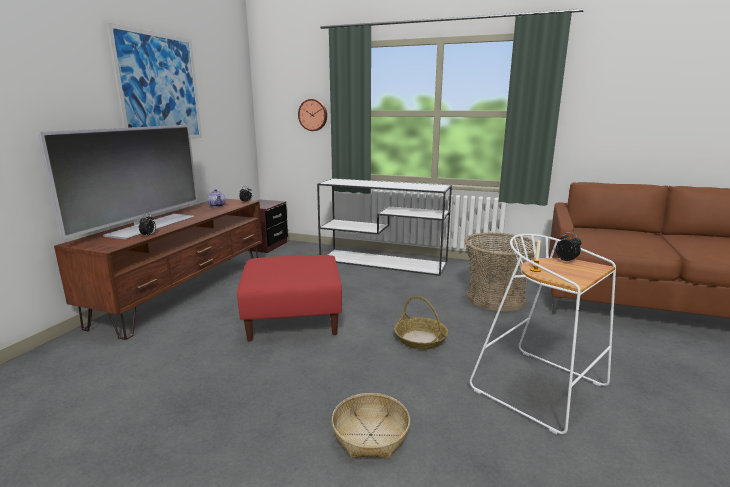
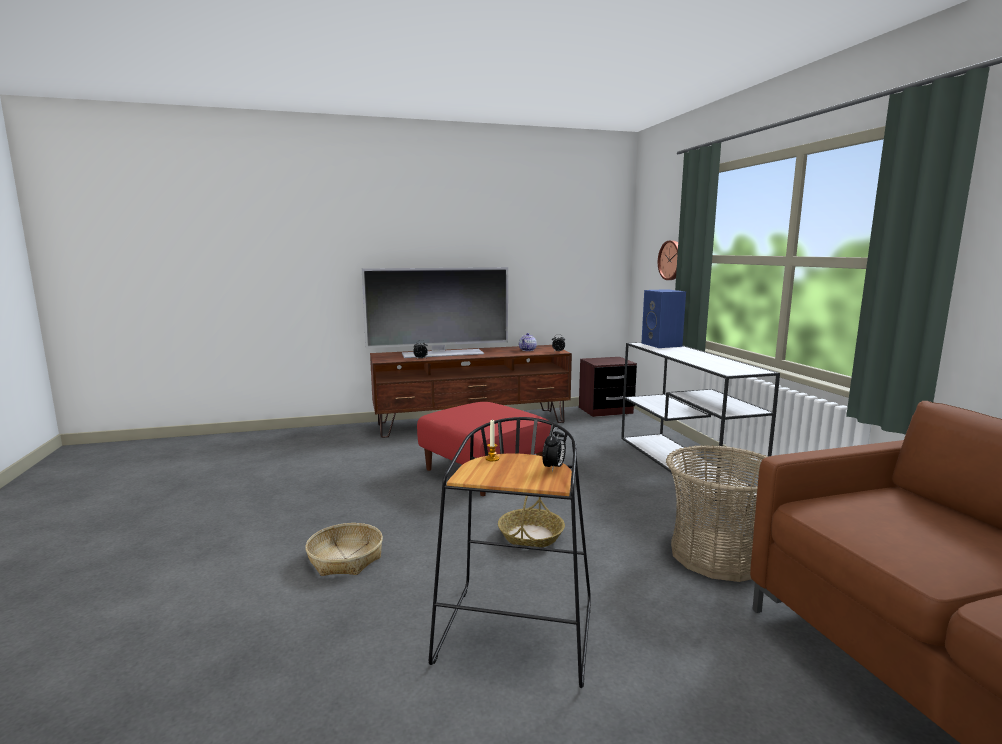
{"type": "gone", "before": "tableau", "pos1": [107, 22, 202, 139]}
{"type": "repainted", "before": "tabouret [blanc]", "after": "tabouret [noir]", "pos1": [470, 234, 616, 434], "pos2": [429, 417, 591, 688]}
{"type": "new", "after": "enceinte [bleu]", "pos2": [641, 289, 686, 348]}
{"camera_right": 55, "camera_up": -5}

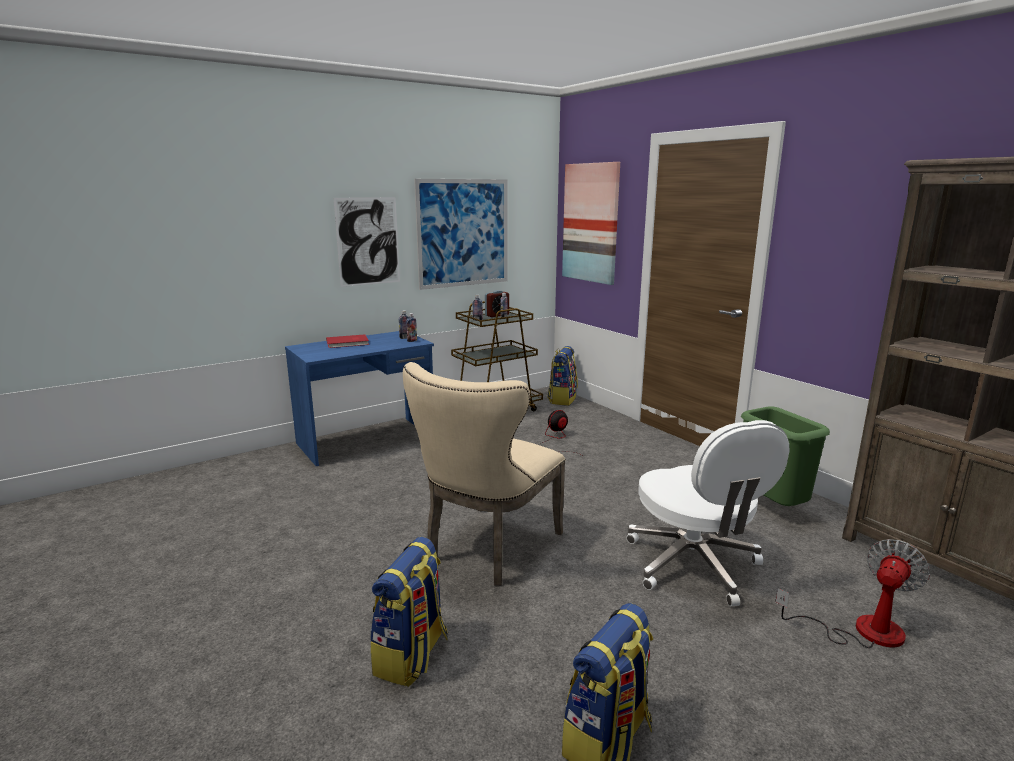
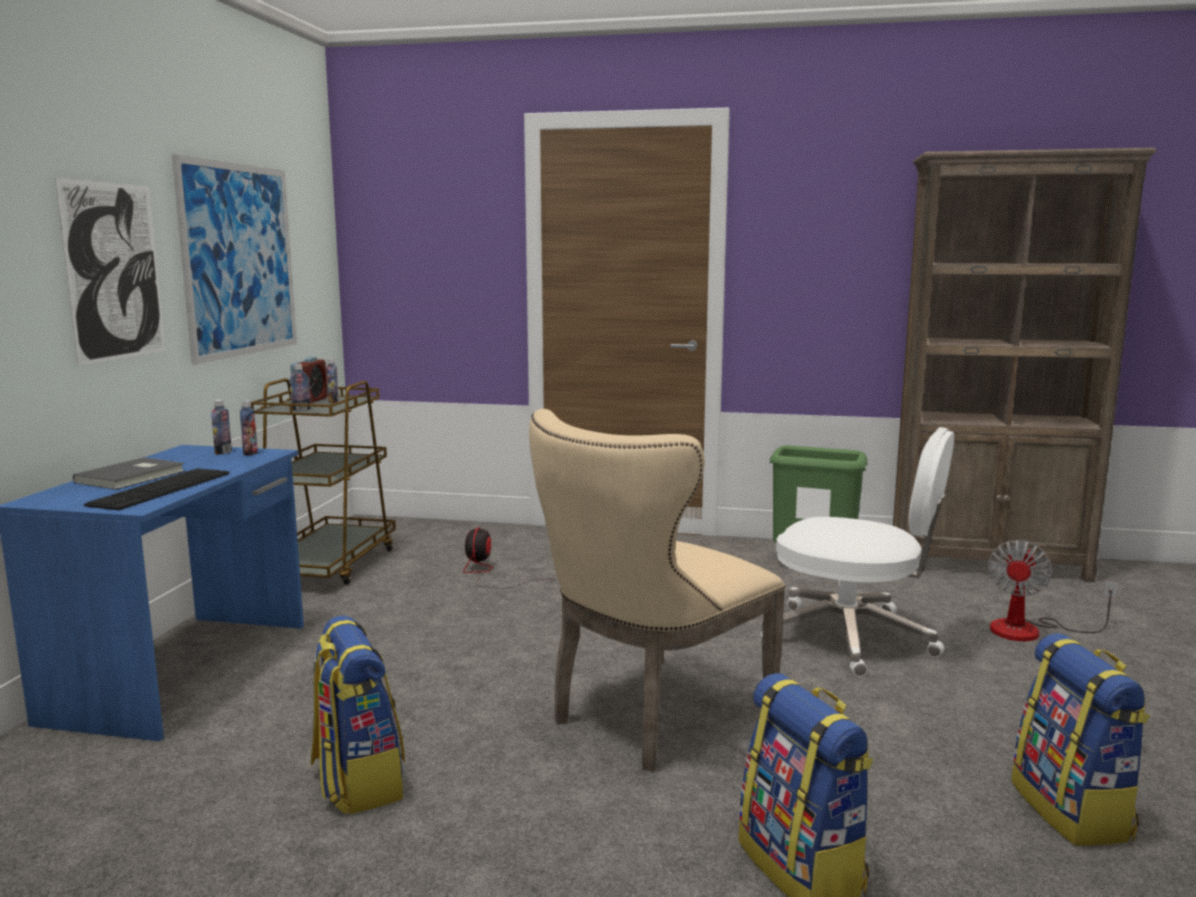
{"type": "gone", "before": "tableau", "pos1": [562, 162, 620, 285]}
{"type": "repainted", "before": "livre [rouge]", "after": "livre [gris]", "pos1": [326, 334, 369, 348], "pos2": [73, 457, 185, 490]}
{"type": "shifted", "before": "sac à dos", "pos1": [547, 346, 578, 406], "pos2": [311, 615, 405, 815]}
{"type": "rotated", "before": "chaise [beige]", "pos1": [403, 362, 566, 586], "pos2": [529, 409, 786, 772], "turn": 60}
{"type": "rotated", "before": "ventilateur", "pos1": [776, 539, 930, 648], "pos2": [988, 540, 1119, 641], "turn": -150}
{"type": "new", "after": "clavier", "pos2": [84, 468, 229, 510]}
{"camera_right": -45, "camera_up": -5}

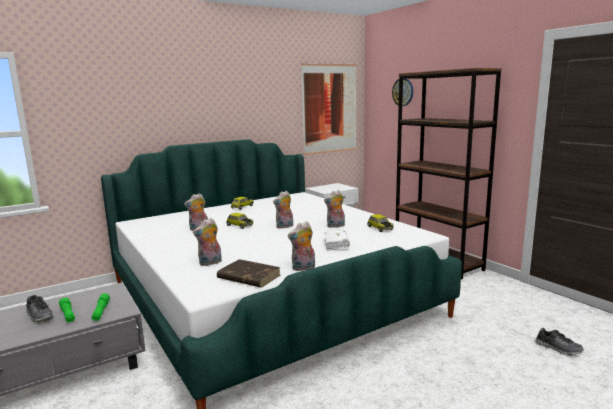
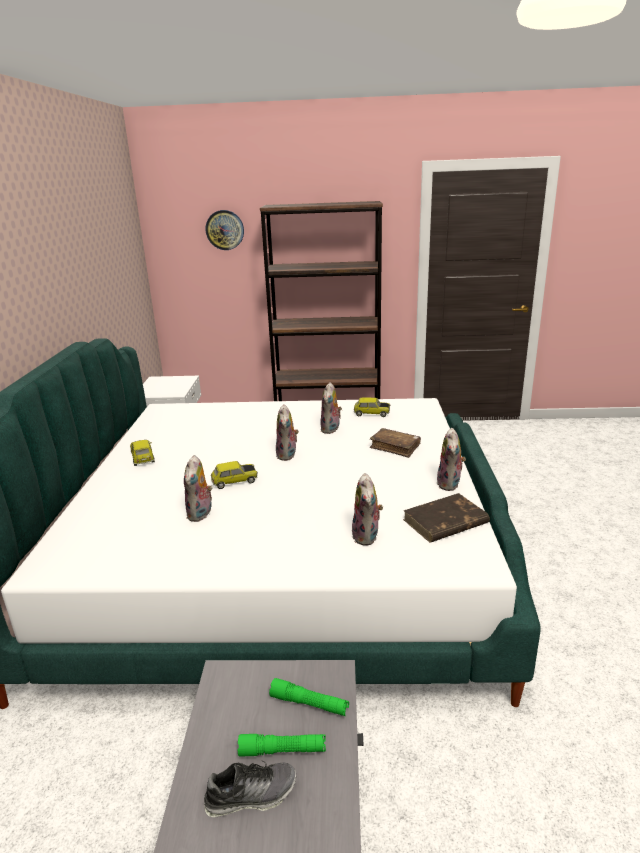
{"type": "gone", "before": "tableau", "pos1": [301, 63, 356, 155]}
{"type": "repainted", "before": "livre [blanc]", "after": "livre [marron]", "pos1": [324, 230, 350, 251], "pos2": [370, 428, 421, 458]}
{"type": "gone", "before": "chaussure", "pos1": [535, 328, 584, 356]}
{"camera_right": -55, "camera_up": 10}

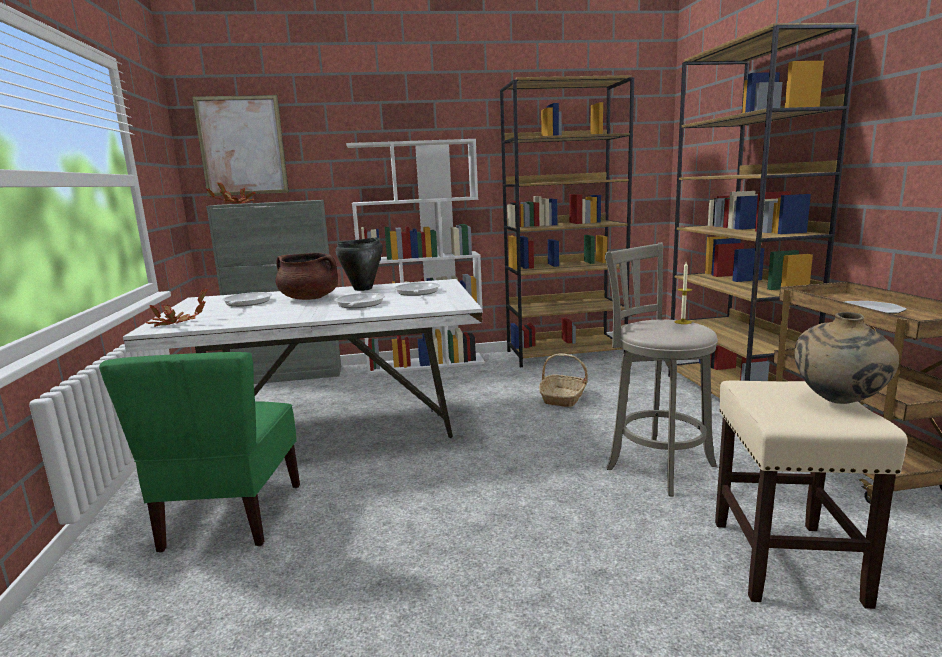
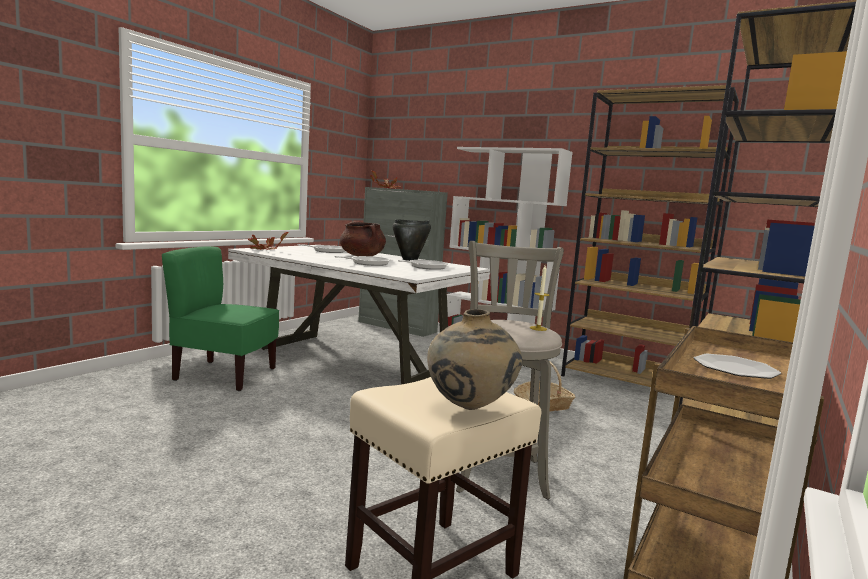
{"type": "gone", "before": "tableau", "pos1": [192, 95, 289, 196]}
{"type": "rotated", "before": "chaise [vert]", "pos1": [99, 352, 300, 553], "pos2": [162, 246, 279, 391], "turn": 60}
{"camera_right": 40, "camera_up": -5}

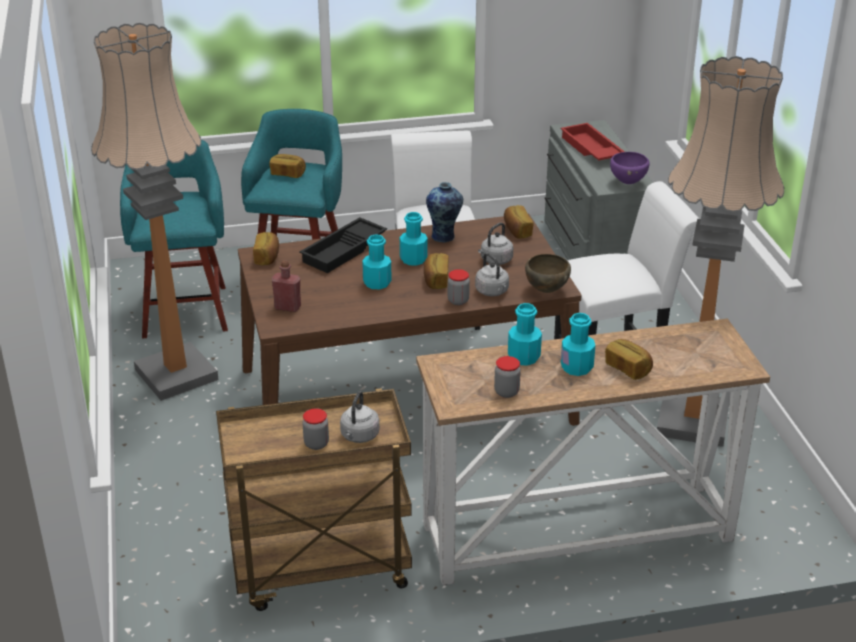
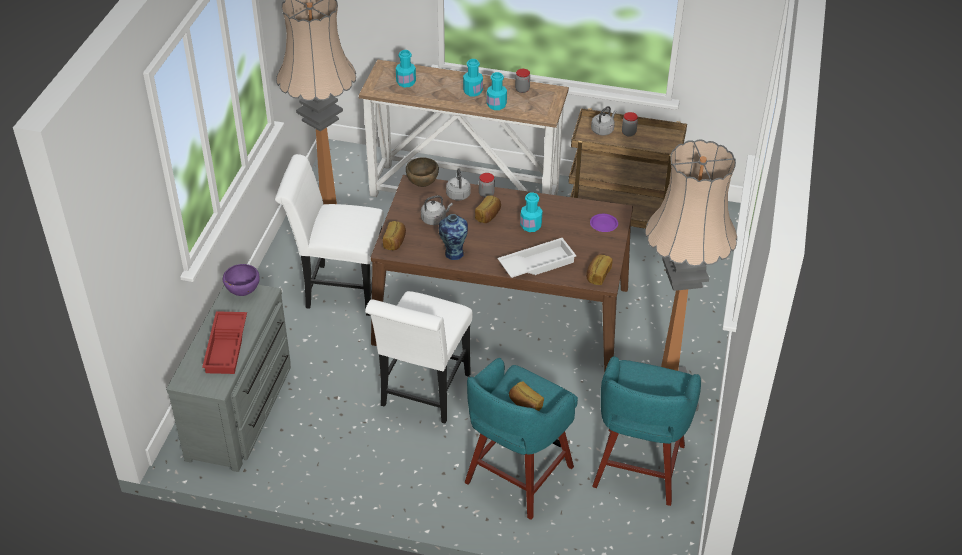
{"type": "shifted", "before": "bouteille [turquoise]", "pos1": [400, 212, 428, 266], "pos2": [396, 50, 416, 87]}
{"type": "repainted", "before": "plateau [noir]", "after": "plateau [blanc]", "pos1": [299, 217, 387, 273], "pos2": [497, 238, 576, 278]}
{"type": "swapped", "before": "bouteille [rouge]", "after": "assiette [violet]", "pos1": [272, 260, 301, 312], "pos2": [590, 214, 618, 232]}
{"type": "gone", "before": "pain", "pos1": [605, 339, 653, 380]}
{"camera_right": -155, "camera_up": 10}

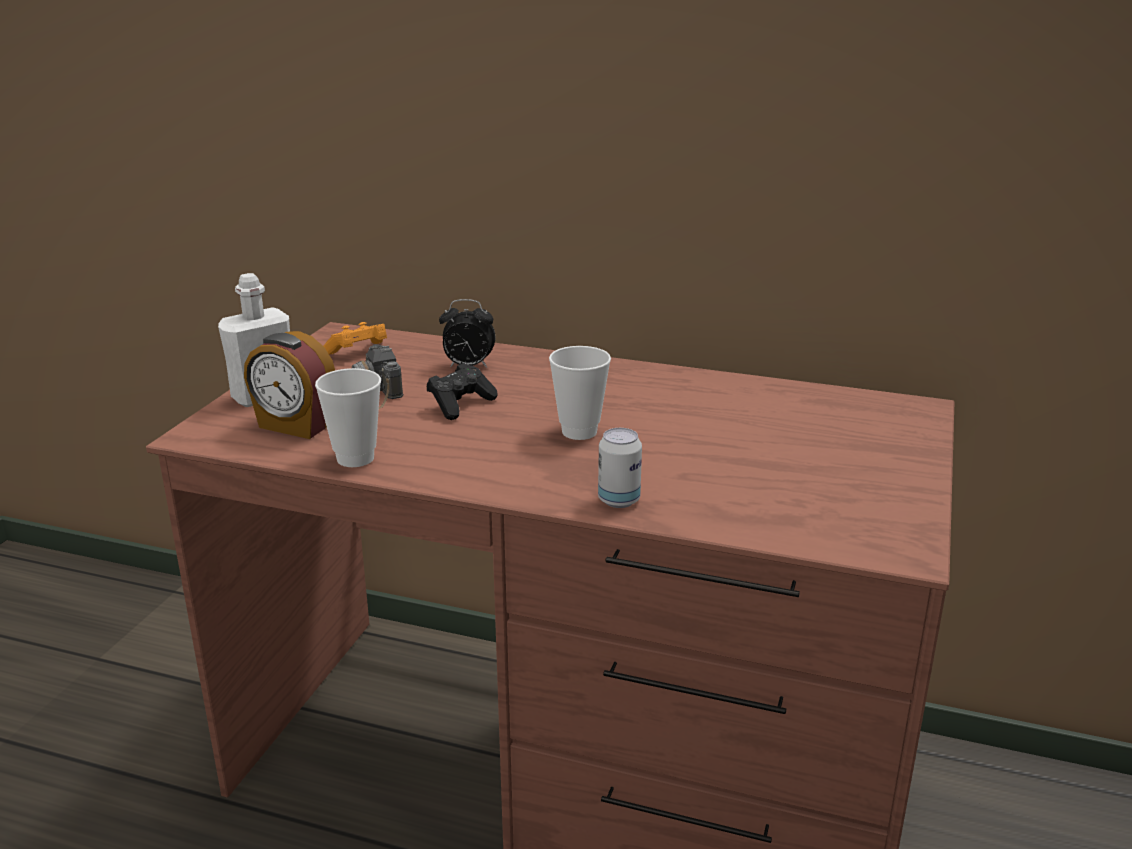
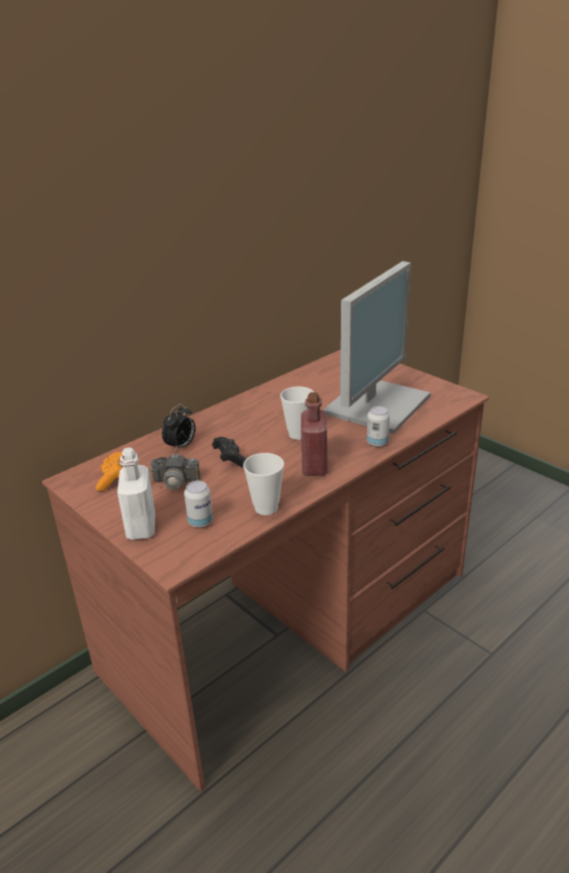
{"type": "swapped", "before": "réveil", "after": "boîte métallique", "pos1": [244, 331, 335, 439], "pos2": [184, 481, 213, 528]}
{"type": "new", "after": "écran d'ordinateur", "pos2": [323, 261, 431, 434]}
{"type": "new", "after": "bouteille [rouge]", "pos2": [301, 392, 327, 476]}
{"camera_right": -60, "camera_up": 5}

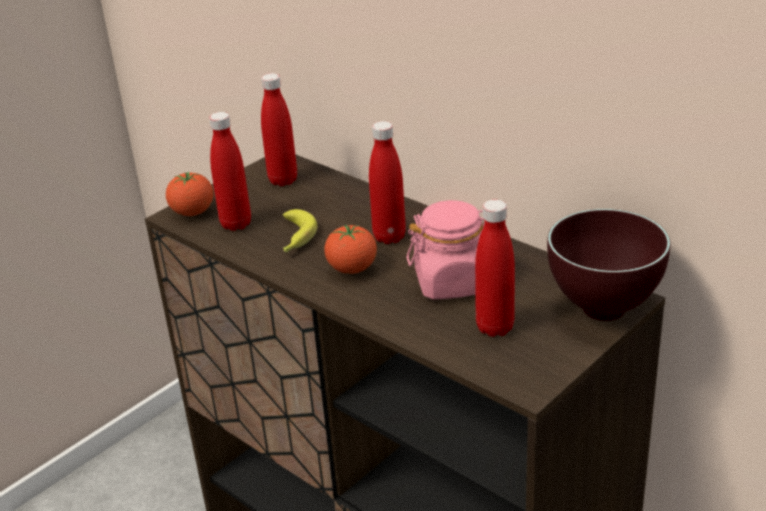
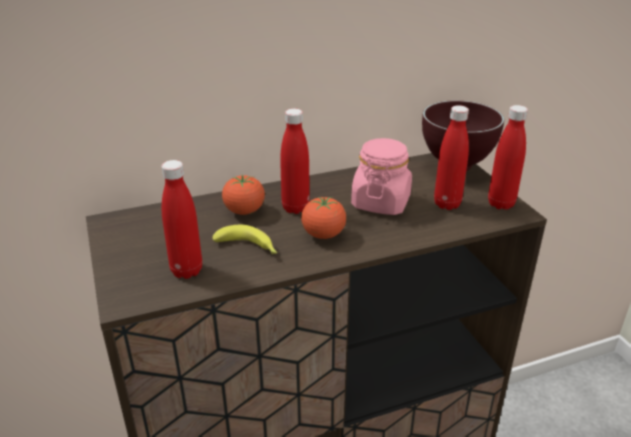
{"type": "shifted", "before": "bouteille [rouge]", "pos1": [261, 73, 297, 186], "pos2": [488, 105, 528, 210]}
{"type": "shifted", "before": "tomate", "pos1": [166, 172, 213, 216], "pos2": [222, 174, 265, 215]}
{"camera_right": -65, "camera_up": 0}

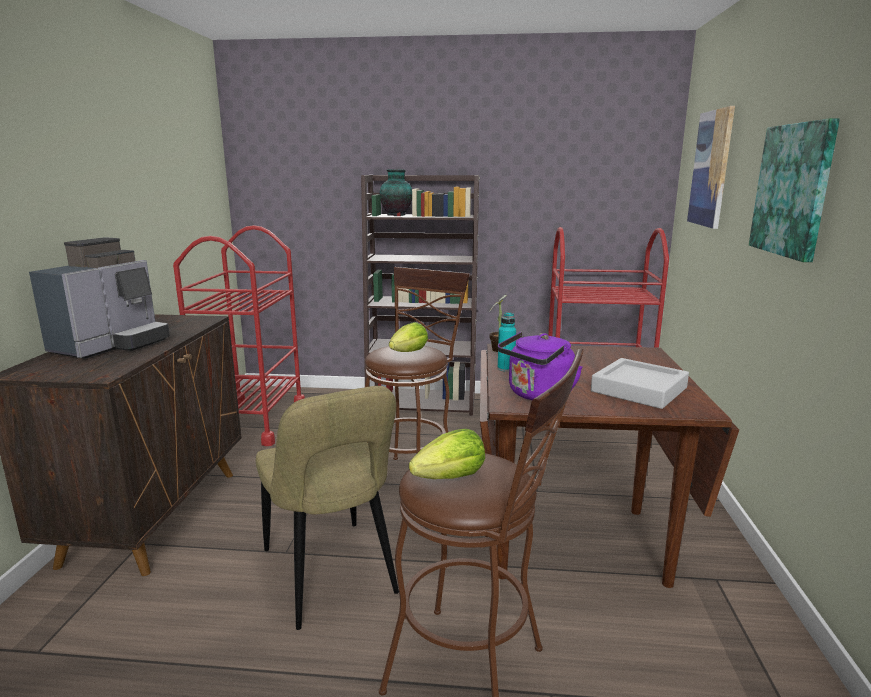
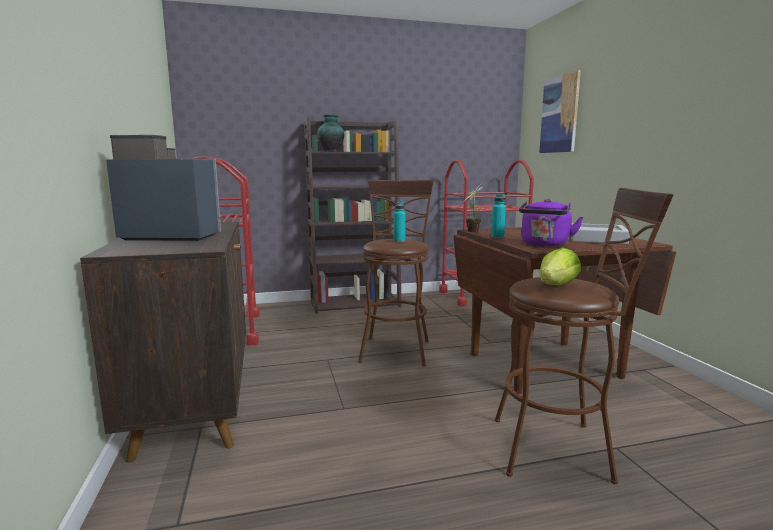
{"type": "gone", "before": "tableau", "pos1": [749, 118, 840, 262]}
{"type": "rotated", "before": "machine à café", "pos1": [29, 237, 170, 359], "pos2": [106, 135, 221, 241], "turn": -90}
{"type": "swapped", "before": "laitue", "after": "bouteille [turquoise]", "pos1": [389, 322, 428, 352], "pos2": [394, 202, 406, 242]}
{"type": "gone", "before": "chaise [beige]", "pos1": [256, 386, 399, 630]}
{"camera_right": -20, "camera_up": -5}

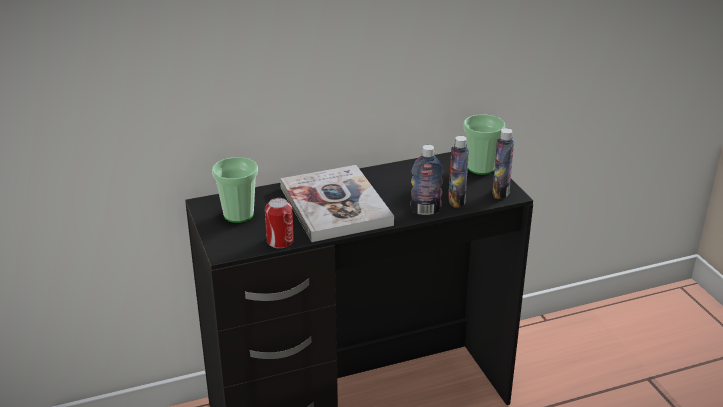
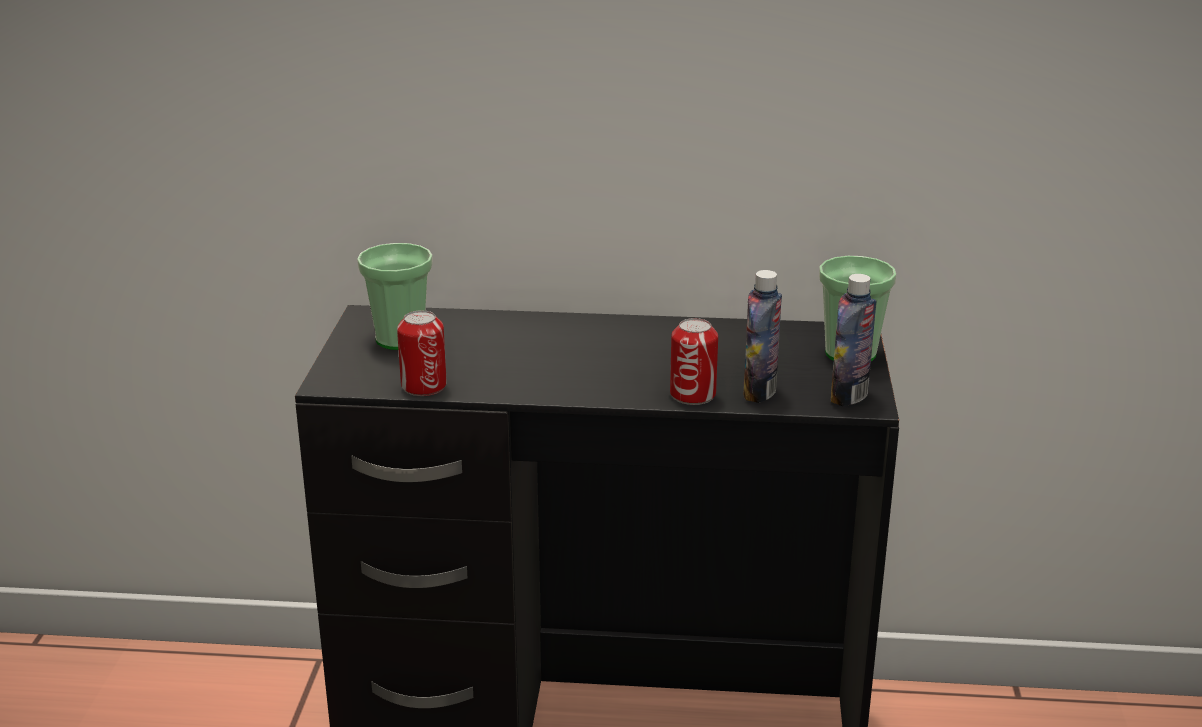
{"type": "swapped", "before": "bouteille", "after": "boîte métallique", "pos1": [410, 145, 443, 215], "pos2": [670, 318, 718, 405]}
{"type": "gone", "before": "livre", "pos1": [280, 165, 394, 242]}
{"camera_right": 25, "camera_up": -5}

